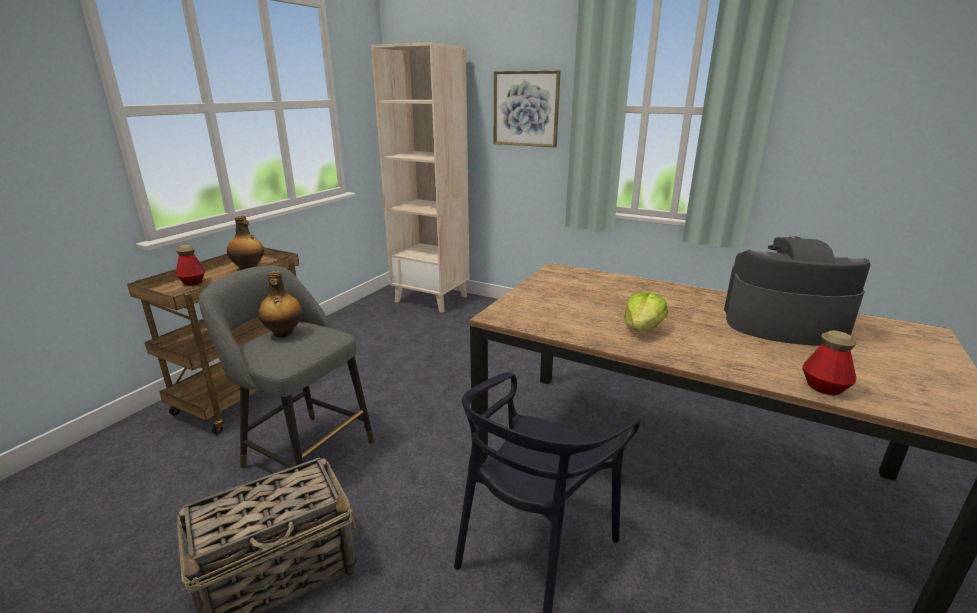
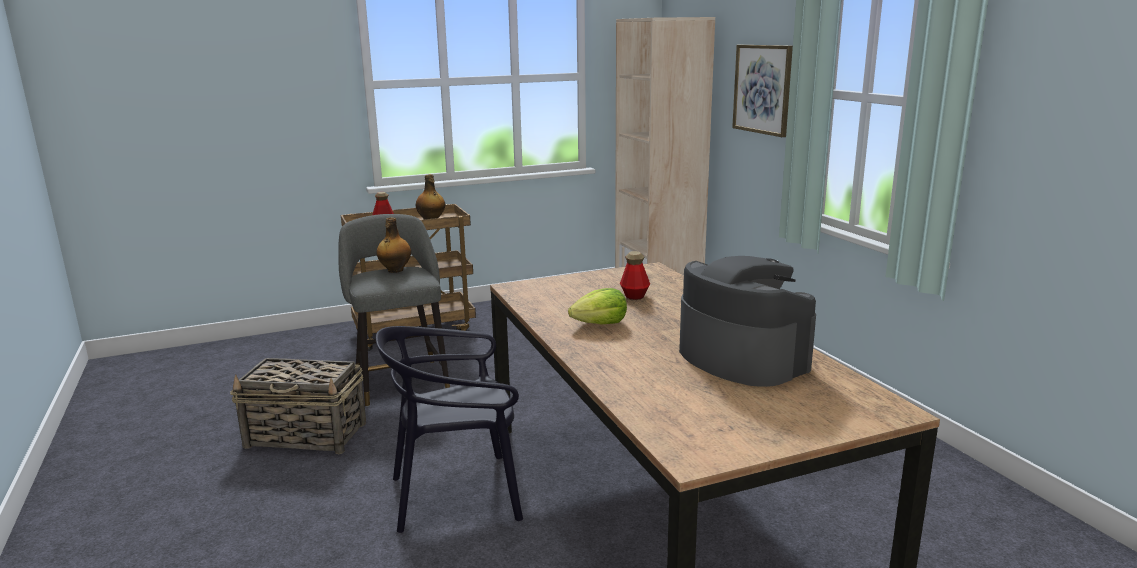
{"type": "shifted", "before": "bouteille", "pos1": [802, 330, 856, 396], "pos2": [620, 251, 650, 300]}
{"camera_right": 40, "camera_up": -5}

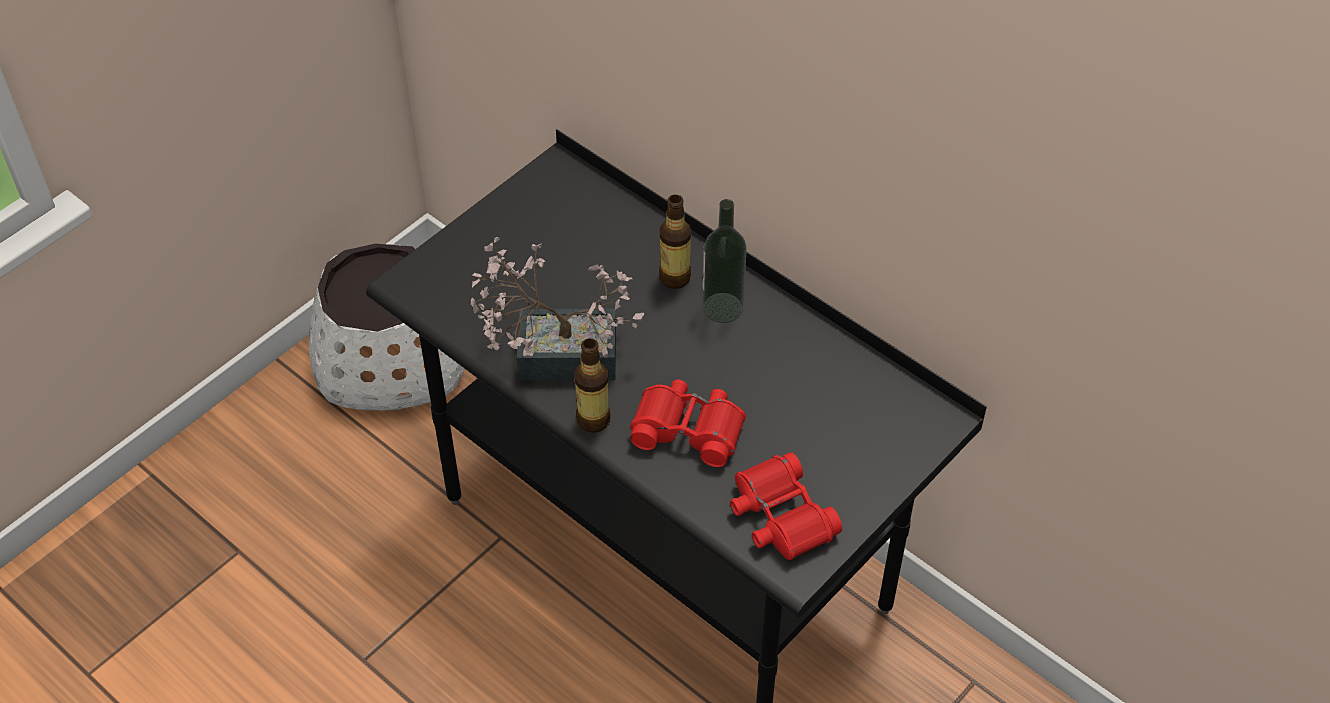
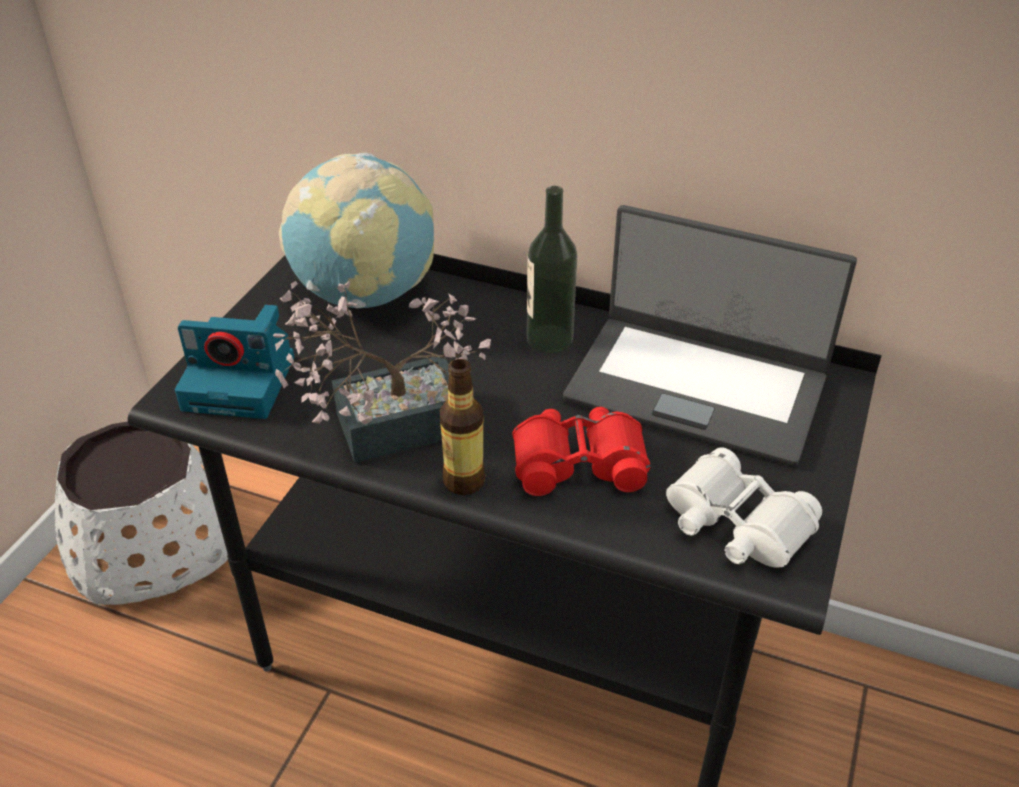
{"type": "gone", "before": "bouteille", "pos1": [659, 194, 691, 289]}
{"type": "repainted", "before": "jumelles [rouge]", "after": "jumelles [blanc]", "pos1": [730, 452, 842, 560], "pos2": [666, 447, 822, 568]}
{"type": "new", "after": "globe", "pos2": [279, 153, 434, 308]}
{"type": "new", "after": "ordinateur portable", "pos2": [563, 205, 857, 466]}
{"type": "new", "after": "appareil photo", "pos2": [175, 305, 294, 419]}
{"camera_right": -20, "camera_up": -10}

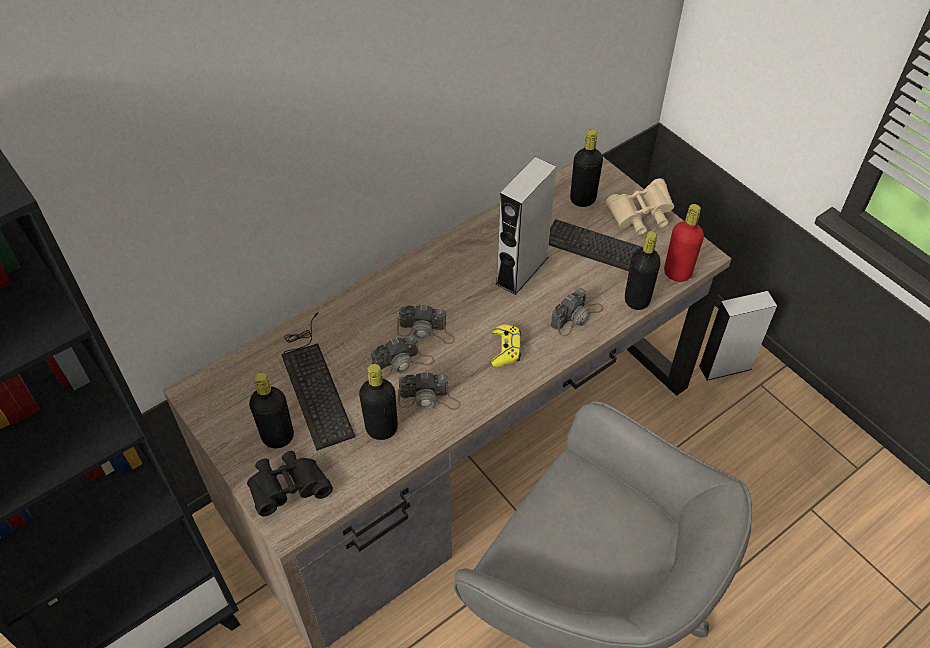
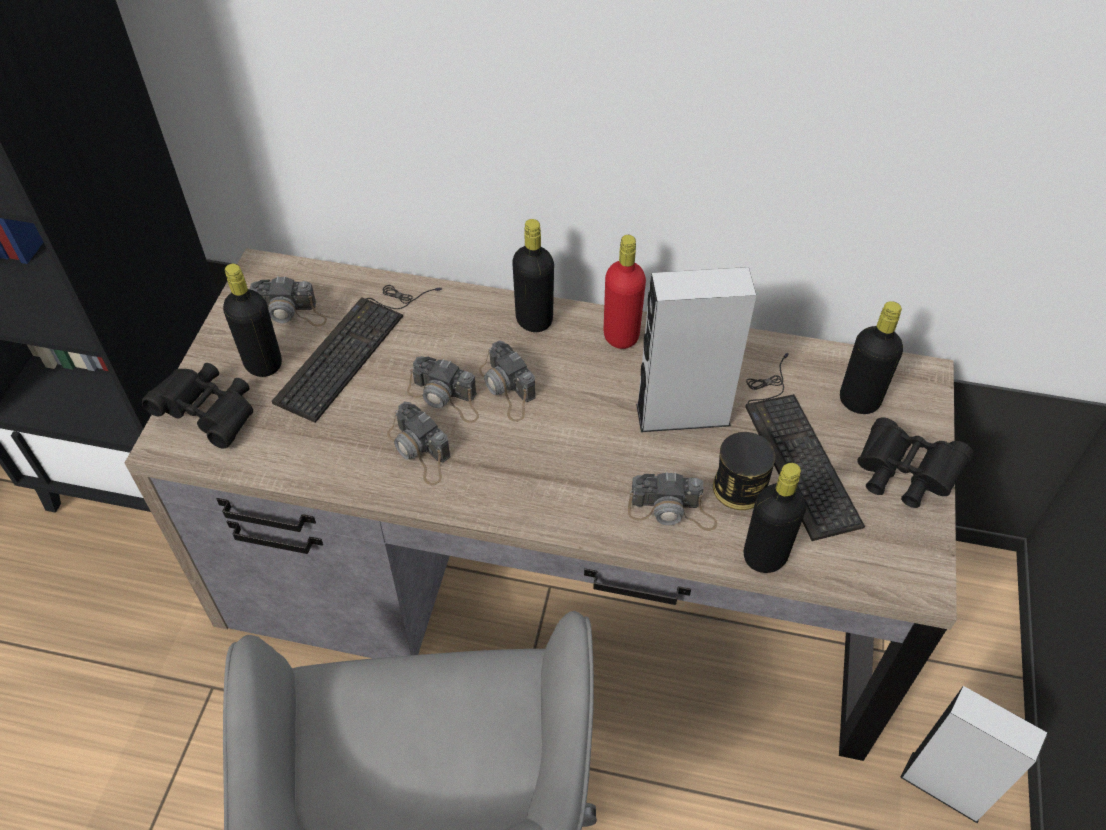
{"type": "repainted", "before": "jumelles [beige]", "after": "jumelles [noir]", "pos1": [606, 178, 674, 235], "pos2": [857, 417, 974, 508]}
{"type": "shifted", "before": "bouteille [rouge]", "pos1": [664, 204, 704, 282], "pos2": [603, 235, 646, 349]}
{"type": "gone", "before": "manette [jaune]", "pos1": [491, 324, 521, 367]}
{"type": "shifted", "before": "bouteille [noir]", "pos1": [359, 364, 398, 440], "pos2": [512, 219, 554, 332]}
{"type": "new", "after": "appareil photo", "pos2": [250, 276, 327, 327]}
{"type": "new", "after": "boîte métallique", "pos2": [713, 432, 775, 510]}
{"camera_right": 50, "camera_up": 0}

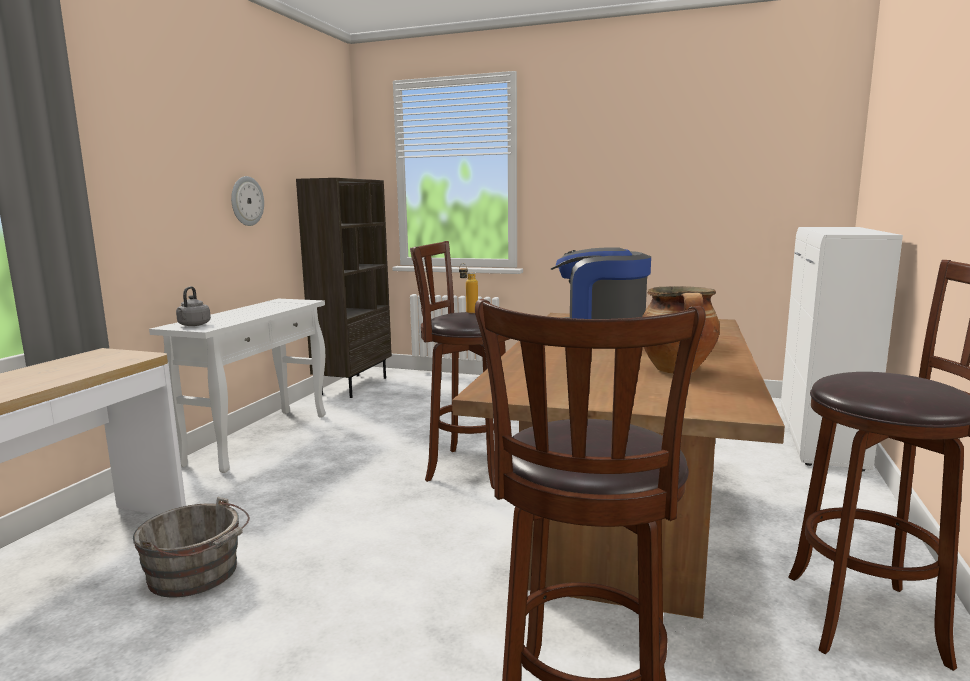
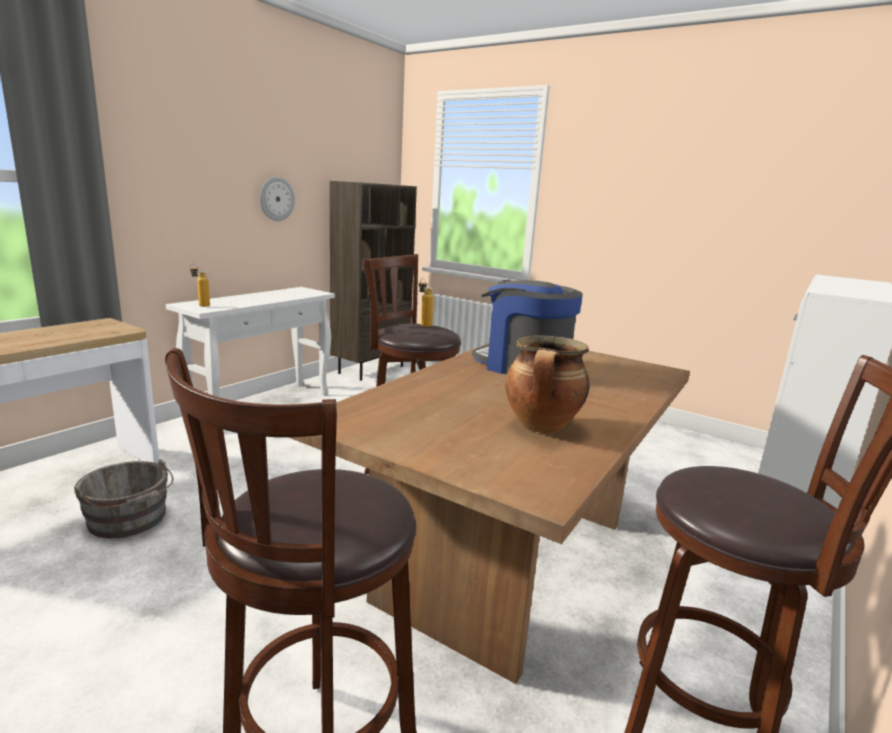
{"type": "swapped", "before": "bouilloire [gris]", "after": "bouteille", "pos1": [176, 286, 211, 326], "pos2": [190, 264, 210, 307]}
{"camera_right": 15, "camera_up": 5}

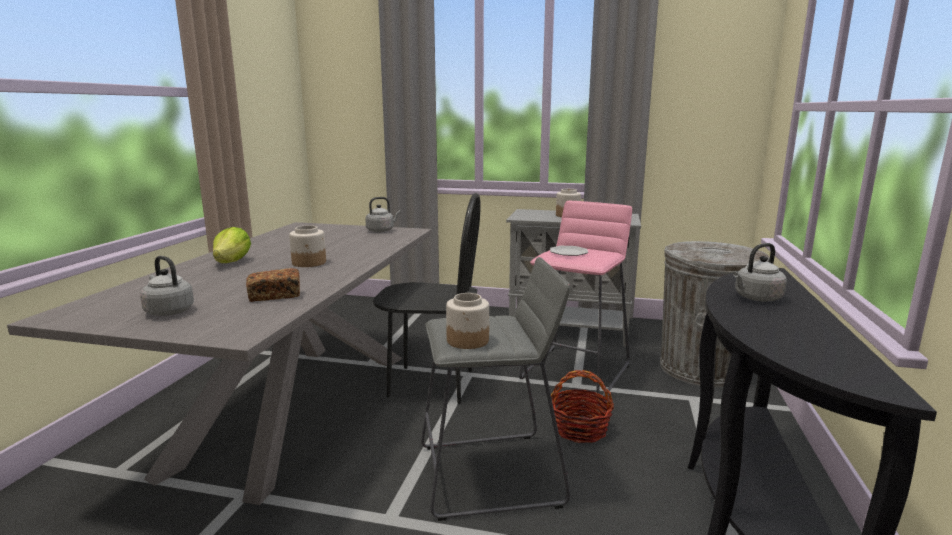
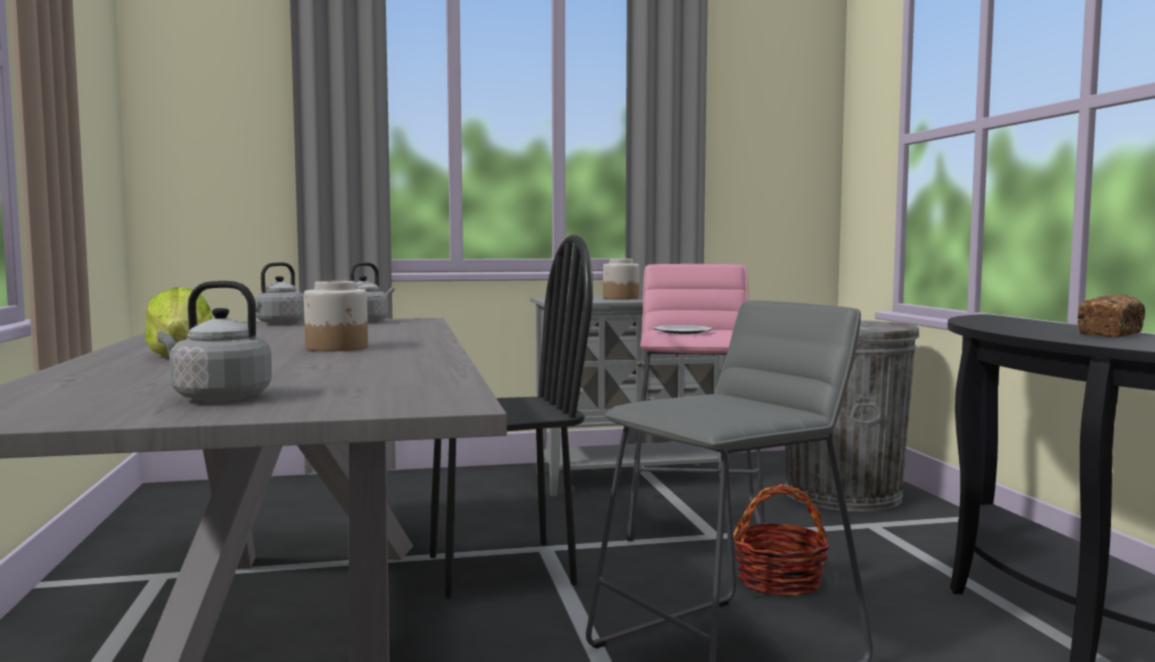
{"type": "shifted", "before": "bouilloire [gris]", "pos1": [733, 243, 787, 301], "pos2": [242, 262, 304, 324]}
{"type": "shifted", "before": "pain", "pos1": [246, 268, 300, 302], "pos2": [1078, 294, 1145, 337]}
{"type": "gone", "before": "bocal", "pos1": [446, 293, 489, 349]}
{"camera_right": -25, "camera_up": -10}

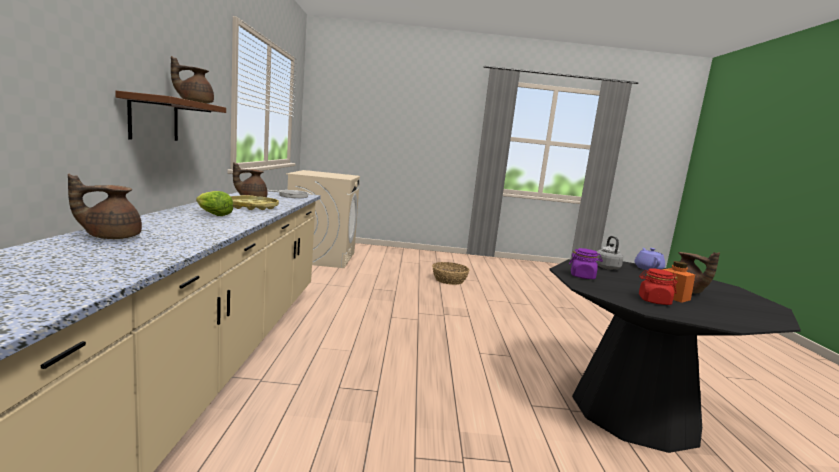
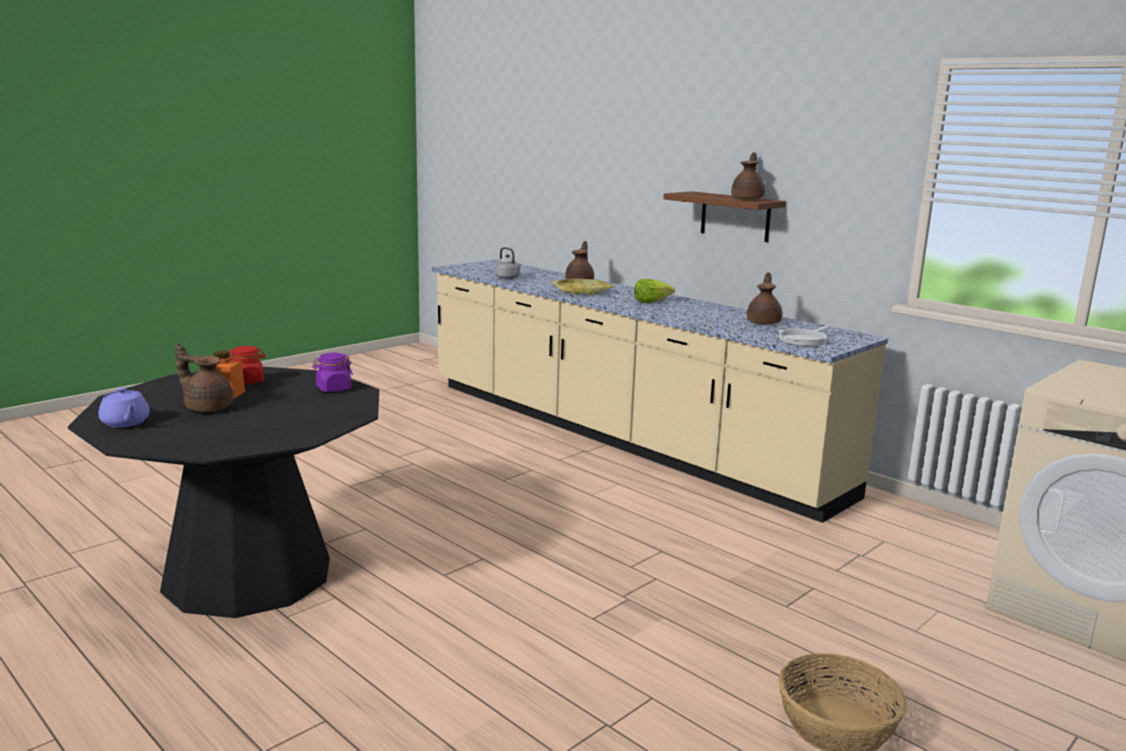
{"type": "shifted", "before": "plateau [jaune]", "pos1": [231, 195, 279, 210], "pos2": [551, 279, 613, 296]}
{"type": "shifted", "before": "bouilloire [gris]", "pos1": [596, 236, 623, 270], "pos2": [495, 247, 521, 279]}
{"type": "shifted", "before": "théière [violet]", "pos1": [635, 248, 665, 271], "pos2": [98, 387, 150, 428]}
{"camera_right": 135, "camera_up": 5}

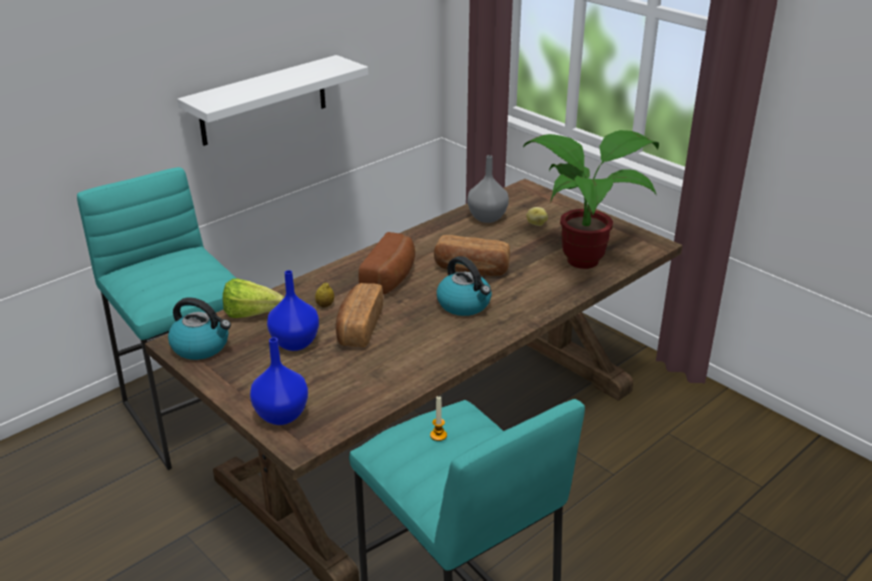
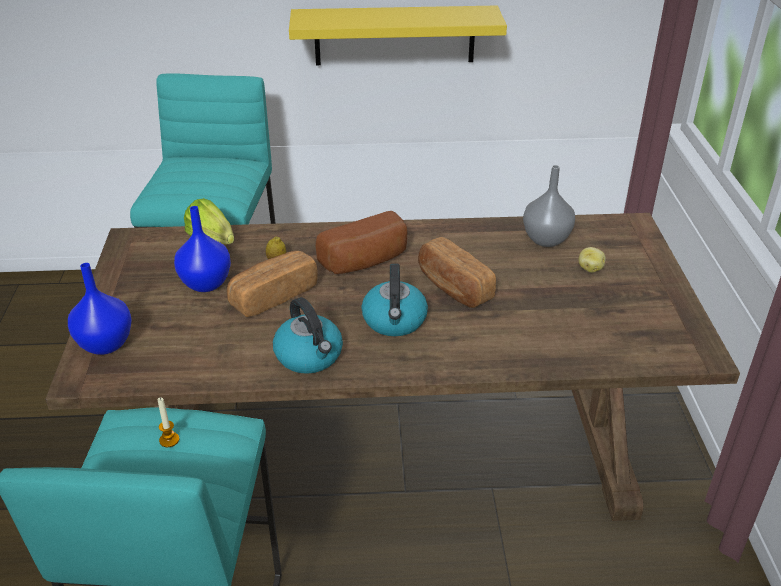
{"type": "repainted", "before": "étagère [blanc]", "after": "étagère [jaune]", "pos1": [177, 55, 368, 146], "pos2": [289, 6, 507, 65]}
{"type": "gone", "before": "plante en pot", "pos1": [523, 130, 659, 269]}
{"type": "shifted", "before": "bouilloire", "pos1": [168, 297, 231, 360], "pos2": [273, 297, 343, 374]}
{"camera_right": 40, "camera_up": 5}

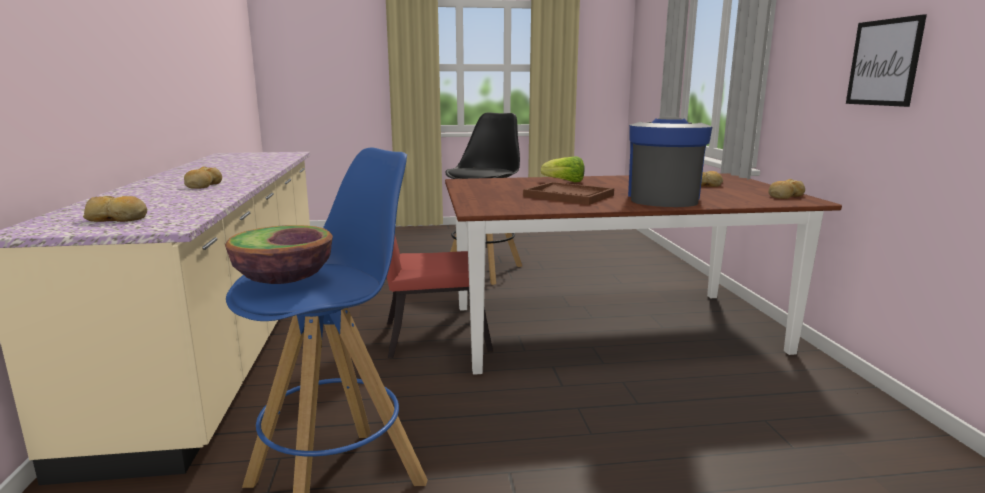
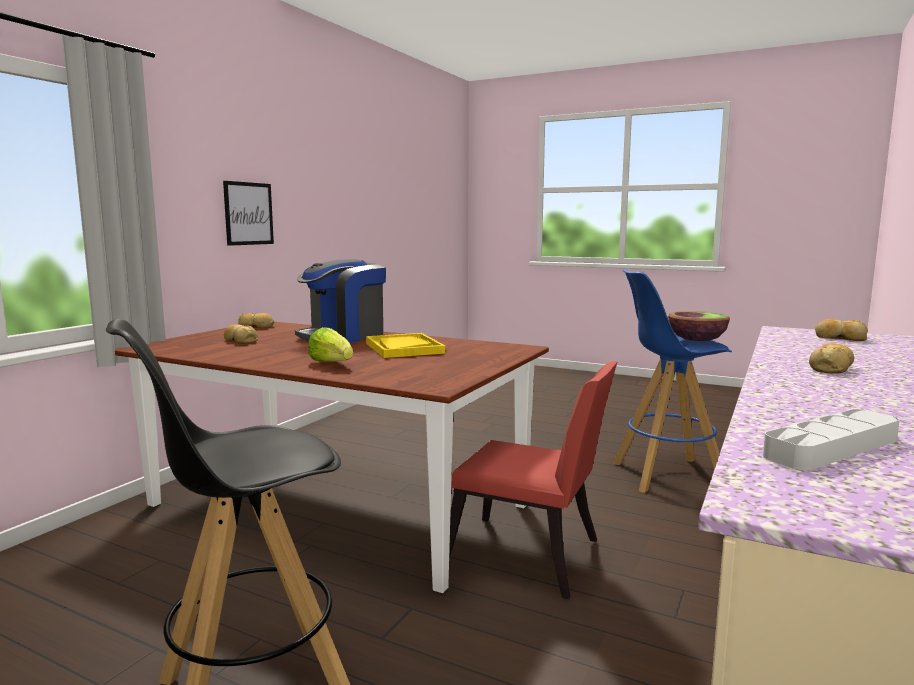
{"type": "repainted", "before": "plateau [marron]", "after": "plateau [jaune]", "pos1": [523, 182, 614, 205], "pos2": [366, 333, 445, 358]}
{"type": "new", "after": "plateau [gris]", "pos2": [763, 409, 900, 470]}
{"camera_right": -145, "camera_up": -5}

